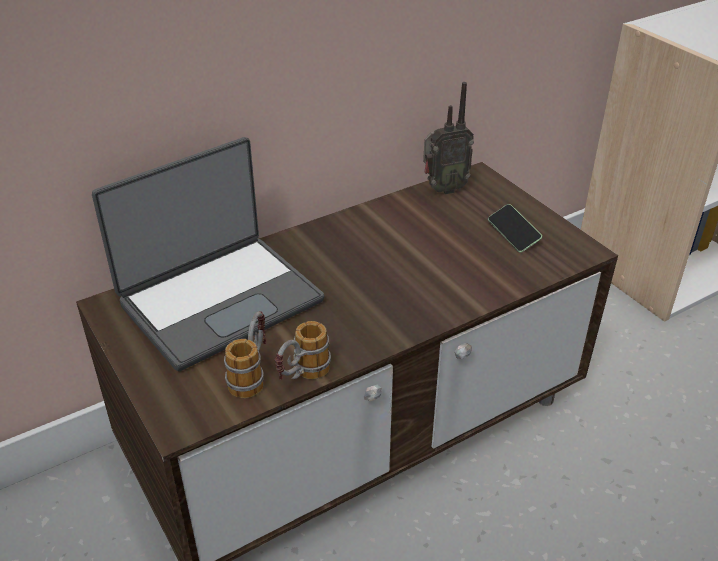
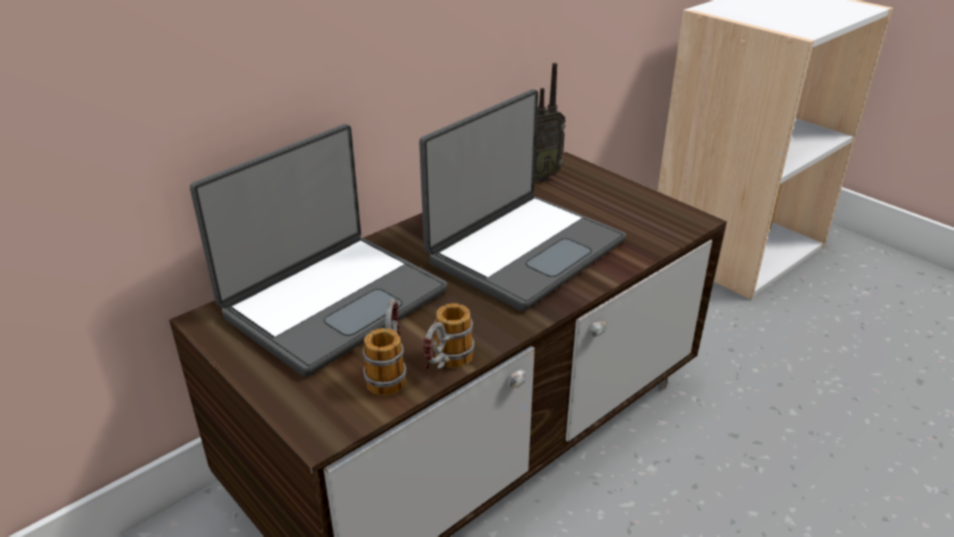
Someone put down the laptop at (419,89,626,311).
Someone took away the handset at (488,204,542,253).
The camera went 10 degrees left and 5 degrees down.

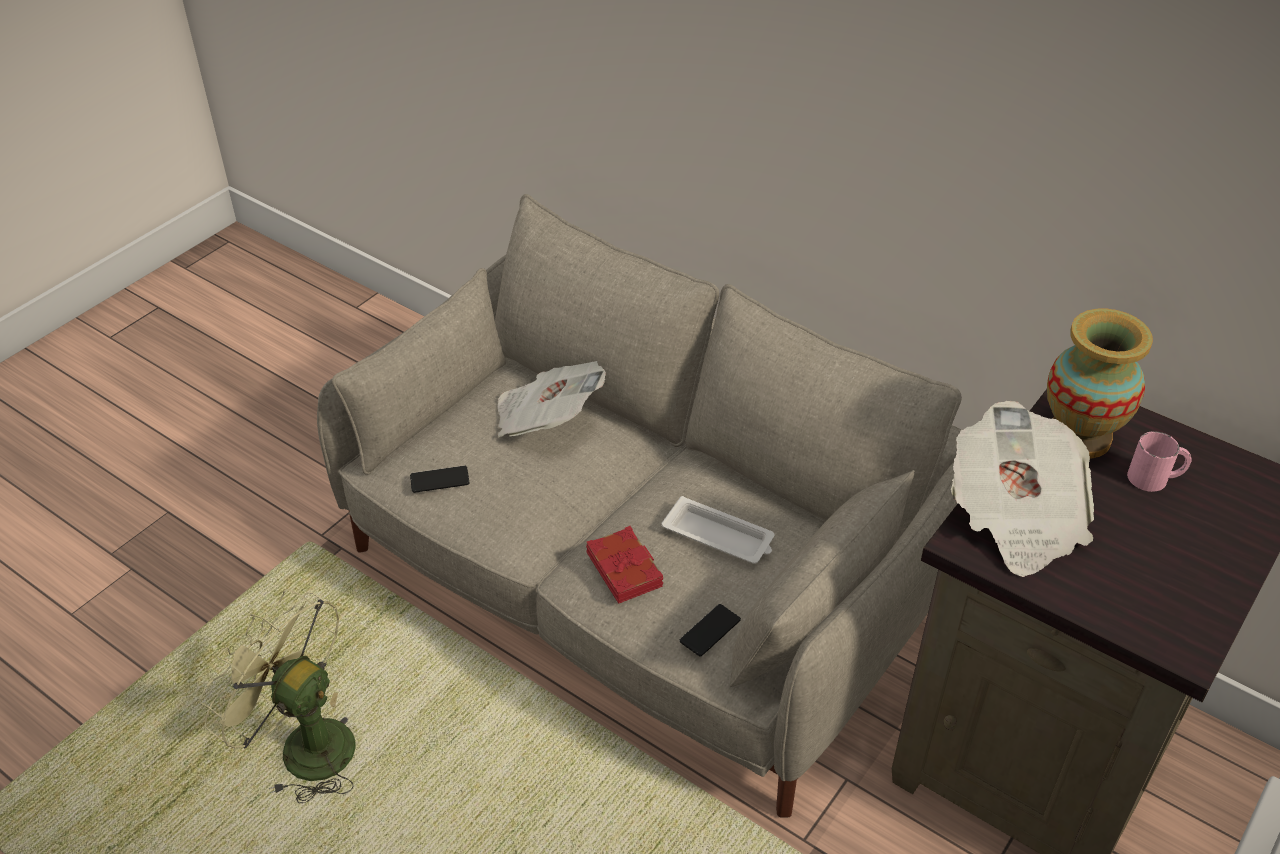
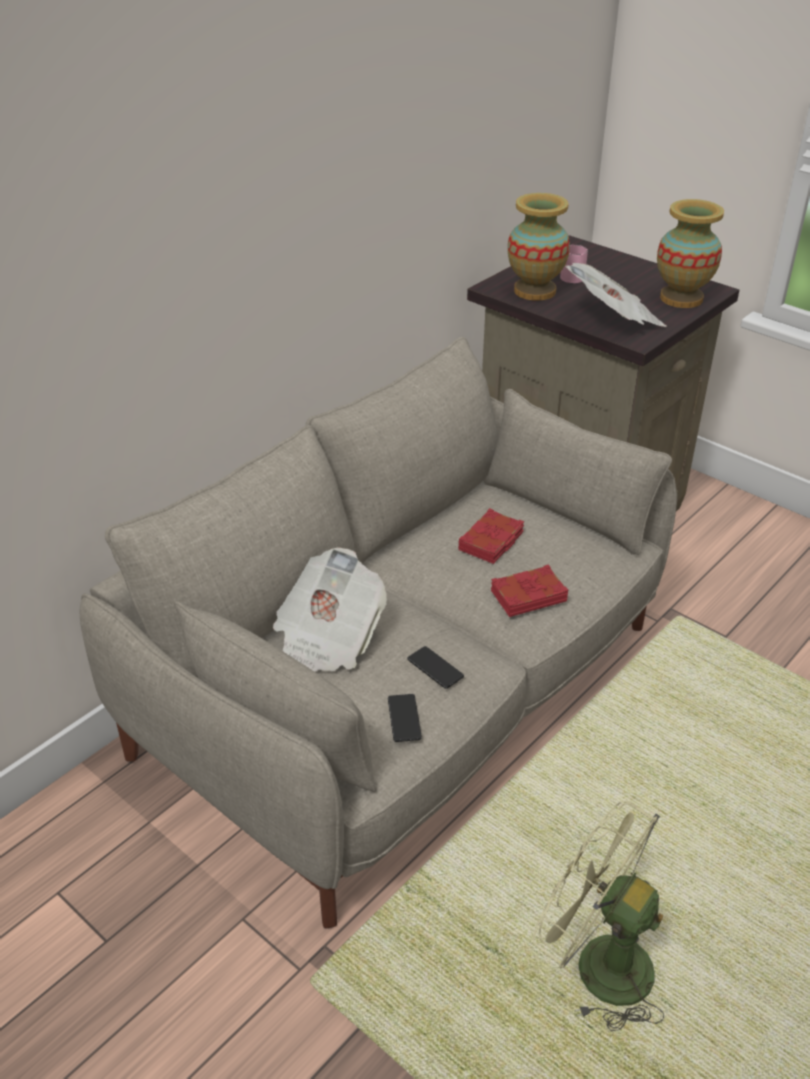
Someone carried the handset from (679,604,741,656) to (407,646,464,689).
Someone swapped the white-coloured carrying tray at (662,496,775,564) for the red-coloured book at (458,508,524,564).
Someone rotated the green electric fan at (199,589,356,804) by 90 degrees clockwise.
Someone put down the vase at (657,199,724,308).
The camera went 85 degrees left and 5 degrees down.

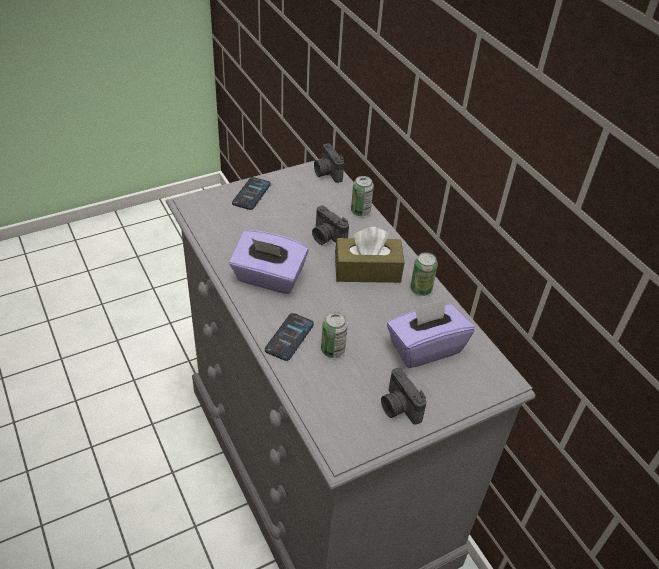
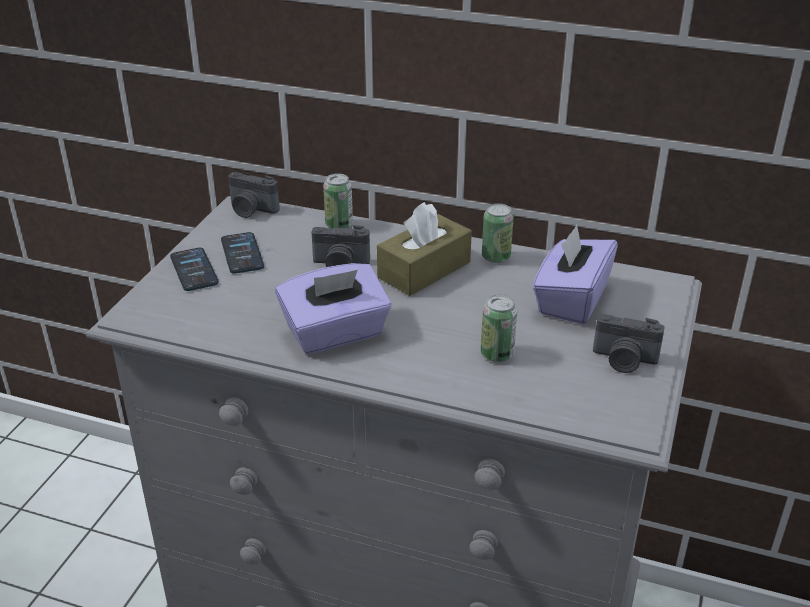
Someone carried the handset from (265,313,314,361) to (221,232,264,274).
The camera went 40 degrees left and 10 degrees down.

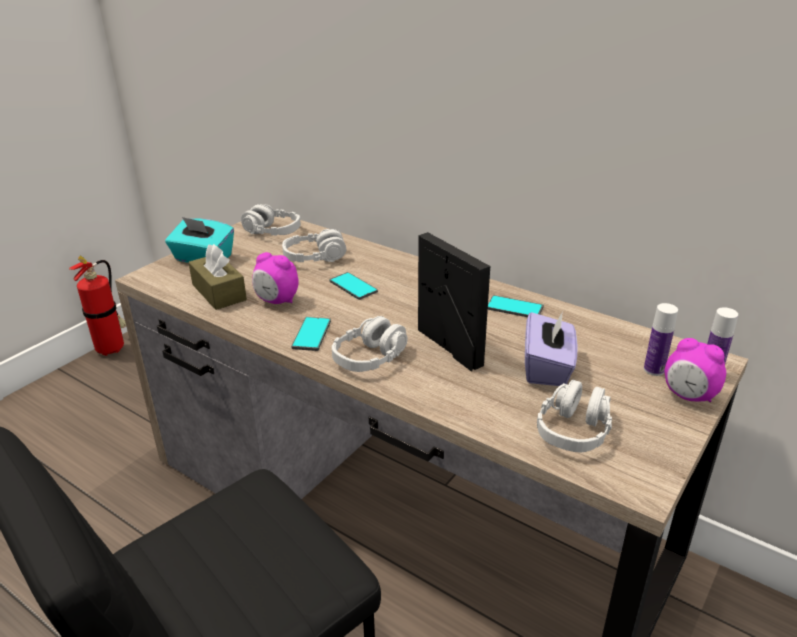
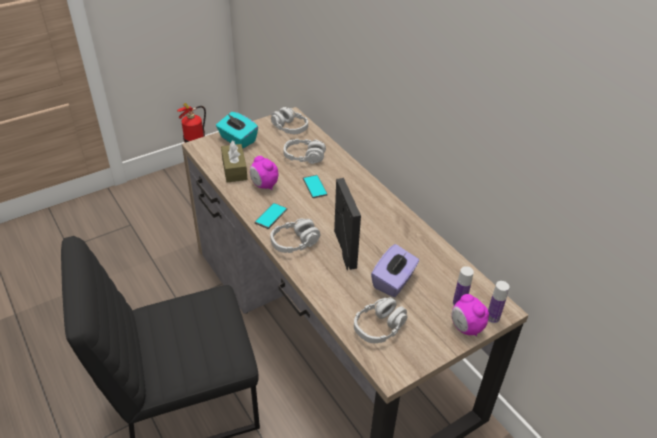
Someone took away the handset at (488,295,544,317).
The camera went 20 degrees right and 10 degrees up.

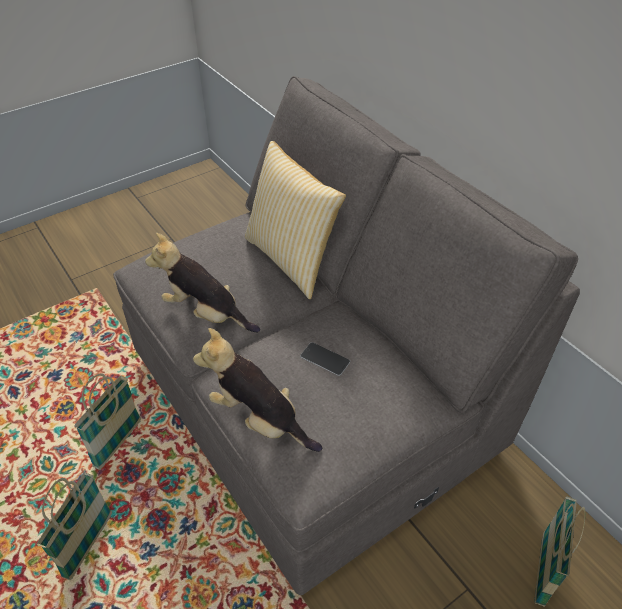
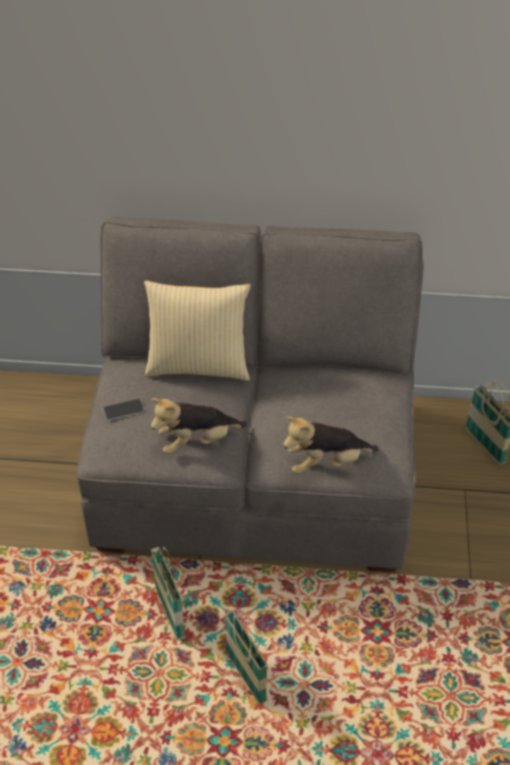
Someone carried the handset from (300,342,350,376) to (103,399,144,420).
The camera went 50 degrees left and 0 degrees up.

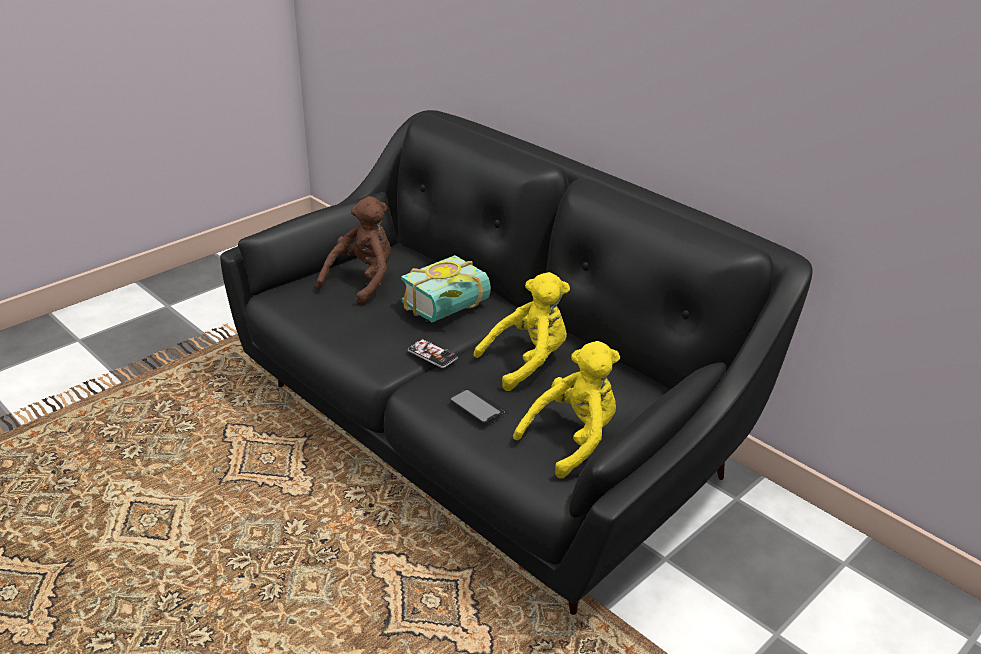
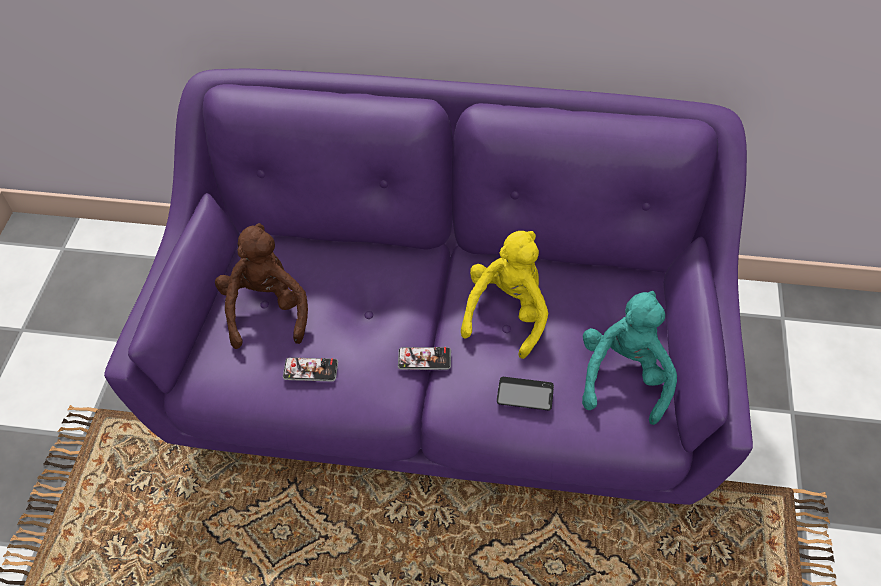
Someone repainted the blackish sofa at (220,110,812,615), which became the purple-coloured sofa at (104,69,753,505).
Someone put down the handset at (283,357,338,381).
Someone repainted the yellow plush toy at (513,341,620,478), which became the blue-green plush toy at (582,291,677,425).
Someone took away the book at (401,255,491,322).
The camera went 35 degrees left and 20 degrees up.

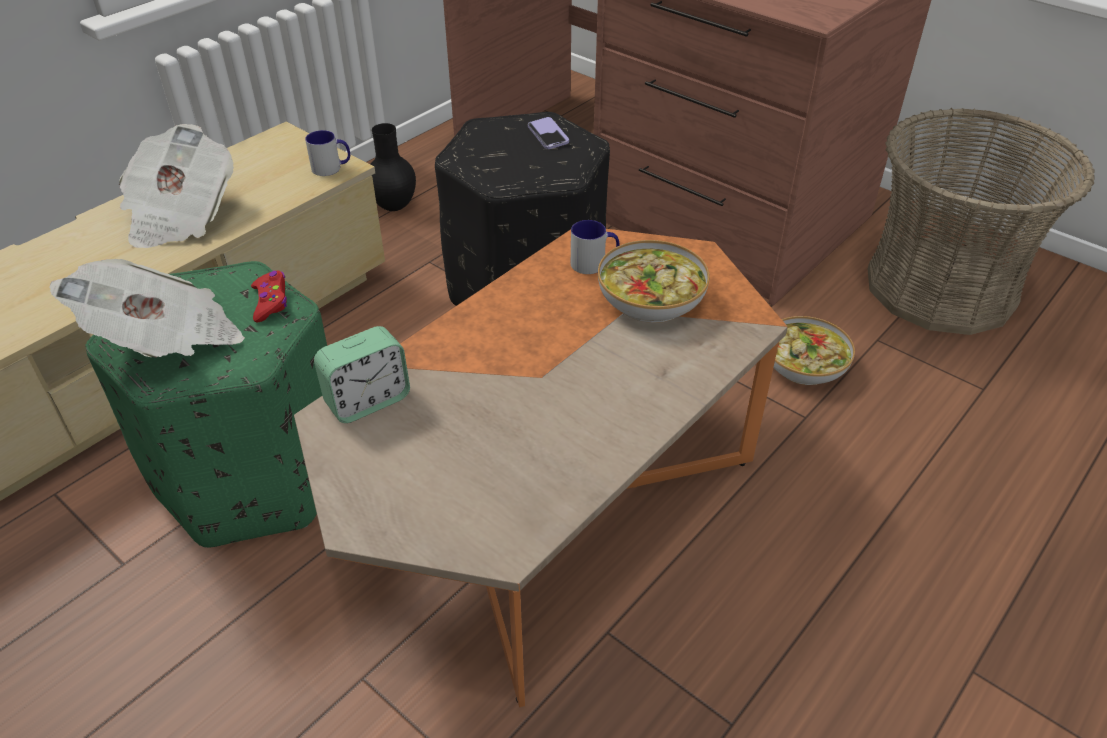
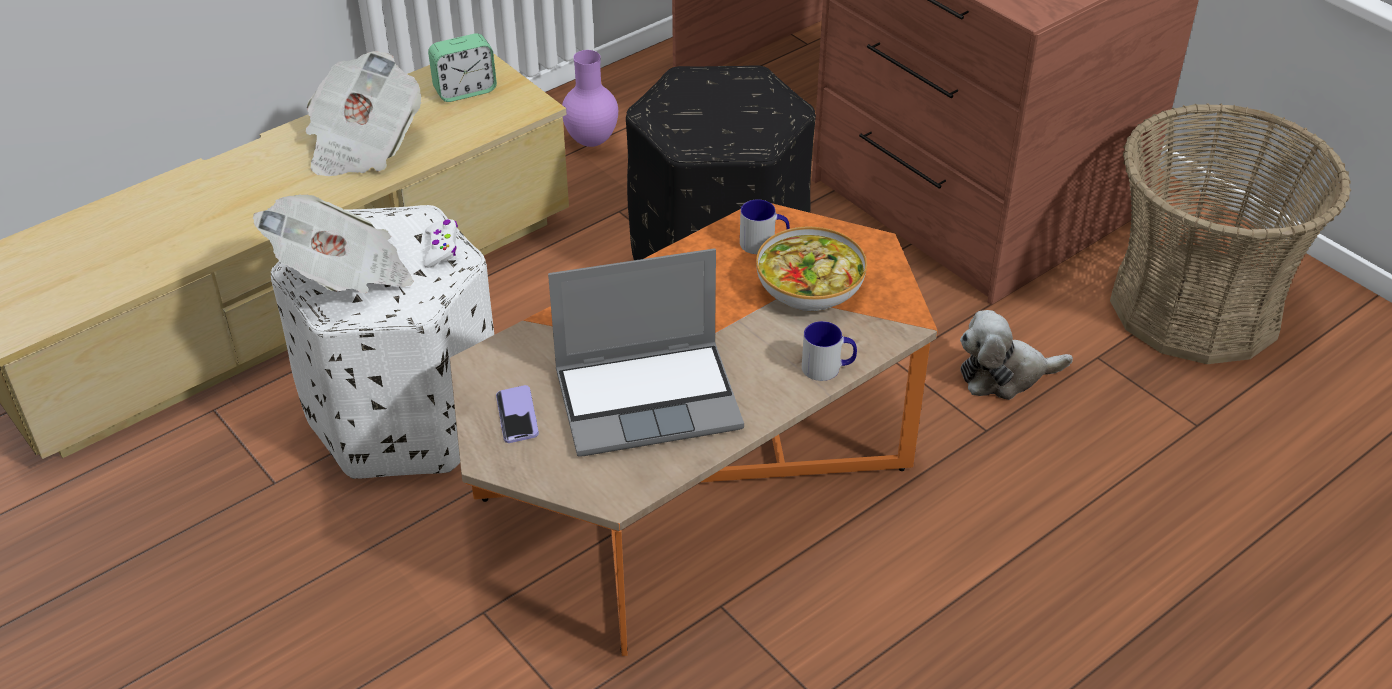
Someone repainted the green ottoman at (85,261,327,548), which became the white-coloured ottoman at (271,205,494,479).
Someone repainted the red-coloured game controller at (251,271,287,322), which became the white-coloured game controller at (423,219,458,268).
Someone carried the bedside clock from (314,326,410,423) to (428,33,497,102).
Someone carried the handset from (528,117,569,149) to (496,385,539,443).
Someone put down the laptop at (548,248,744,457).
Someone repainted the blackish vase at (370,123,416,211), which became the purple-coloured vase at (562,50,618,147).
Someone carried the tea mug from (305,130,350,176) to (802,321,857,381).
Someone swapped the serving bowl at (773,316,855,385) for the plush toy at (960,310,1073,400).
The camera went 10 degrees right and 0 degrees up.

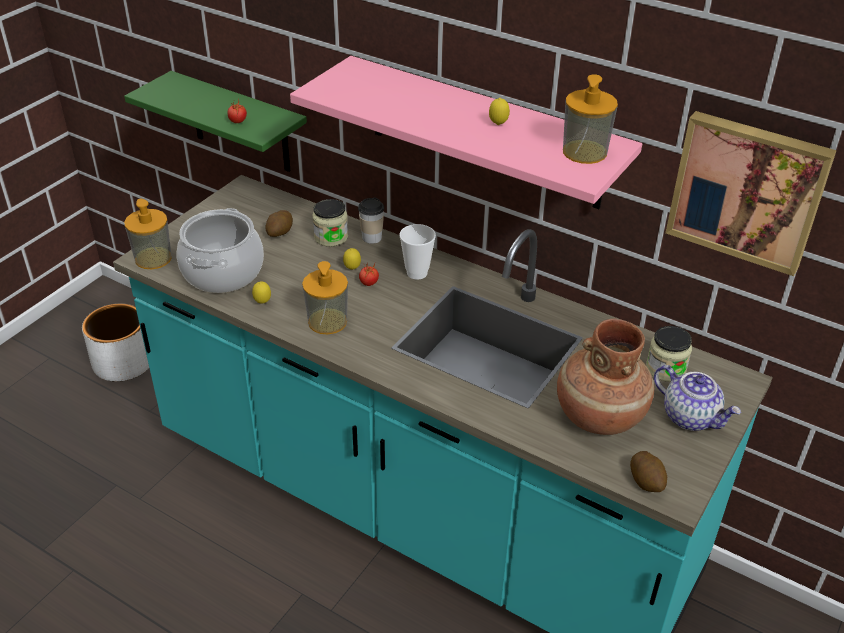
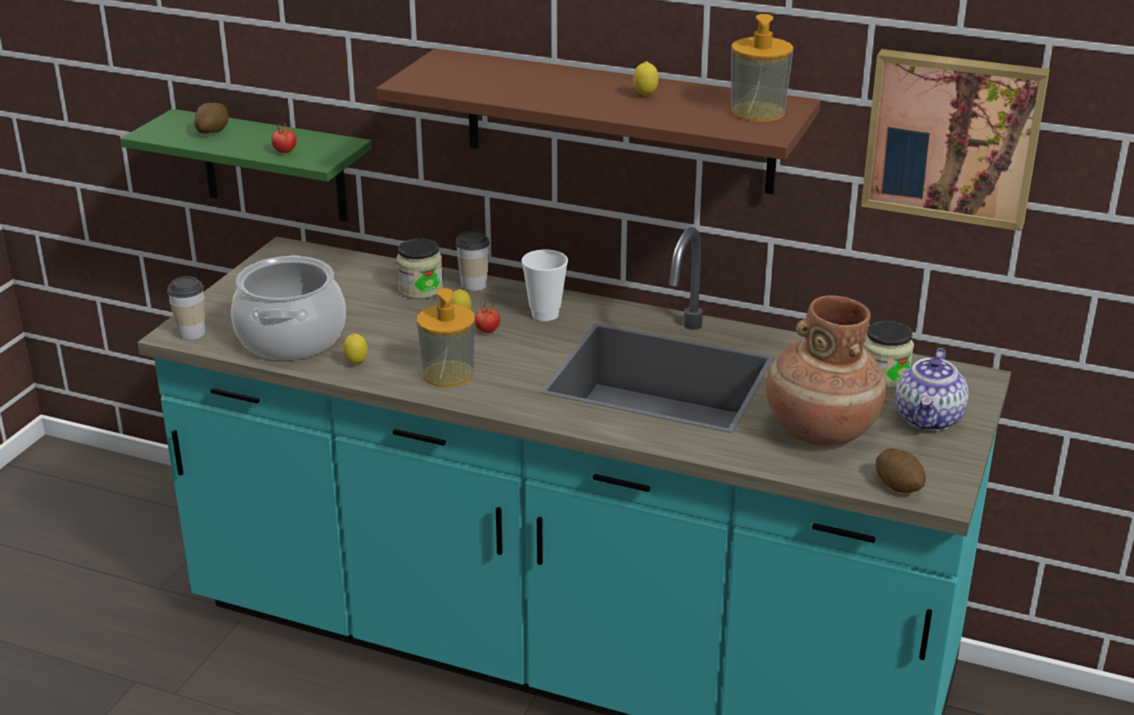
Someone swapped the liquid soap bottle at (124,199,172,269) for the cup at (167,276,205,340).
Someone carried the whole potato from (265,210,293,237) to (194,103,228,134).
Someone repainted the pinkish wall shelf at (290,56,642,209), which became the brownish wall shelf at (376,49,821,194).
Someone rotated the tea pot at (654,365,741,431) by 75 degrees clockwise.
Someone took away the white-coloured flower pot at (82,303,149,382).
The camera went 10 degrees left and 10 degrees down.

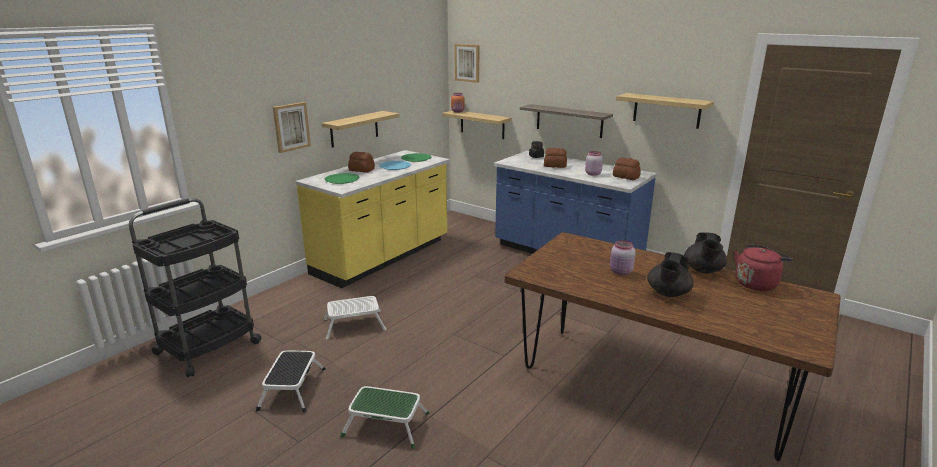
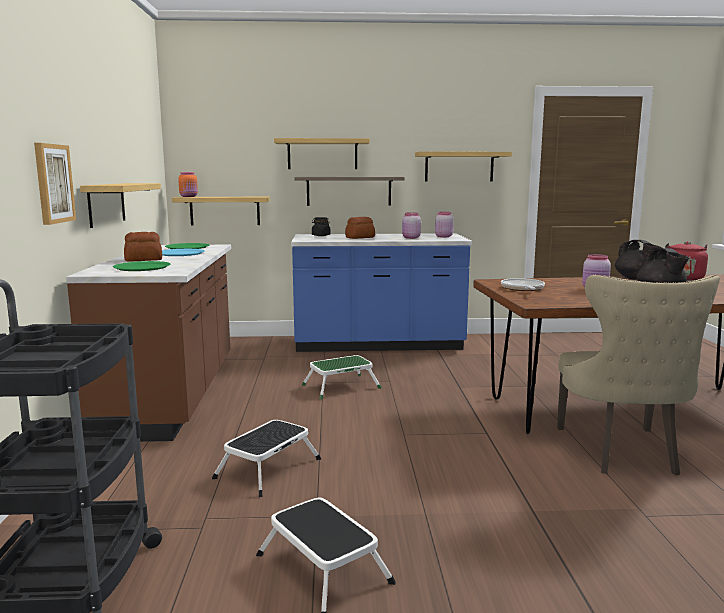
Someone repainted the yellow counter at (296,150,450,288), which became the brownish counter at (66,245,231,442).
Someone repainted the white-coloured step stool at (324,296,387,339), which became the blackish step stool at (212,420,321,497).
Someone put up the wall shelf at (274,138,370,169).
Someone carried the green step stool from (340,386,430,449) to (302,355,382,400).
Someone swapped the bakery bread at (613,158,641,180) for the pinkish storage jar at (435,212,454,237).
Someone put down the pan at (501,278,545,291).
Someone put down the sand-coloured chair at (557,275,720,475).
Someone took away the wall art at (454,44,479,83).
The camera went 40 degrees left and 10 degrees down.

